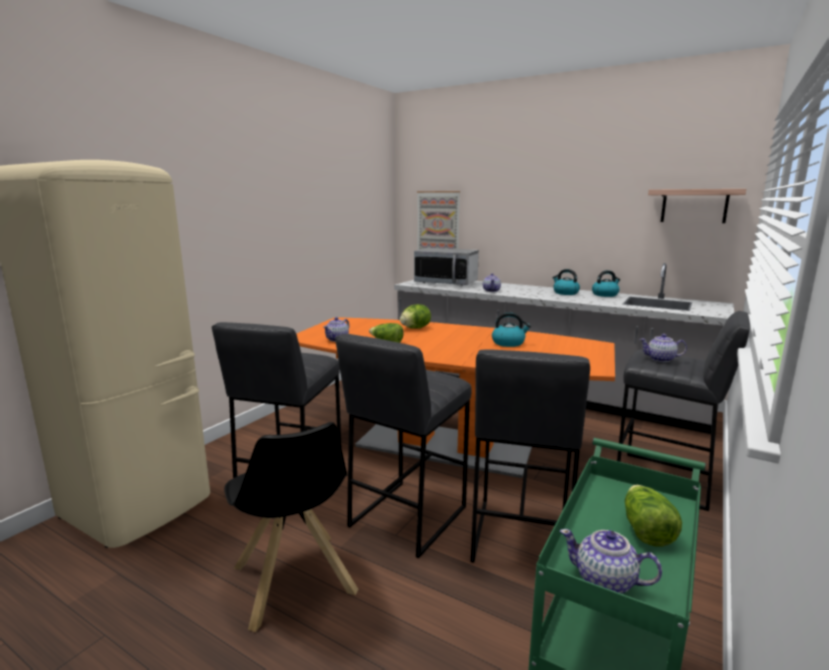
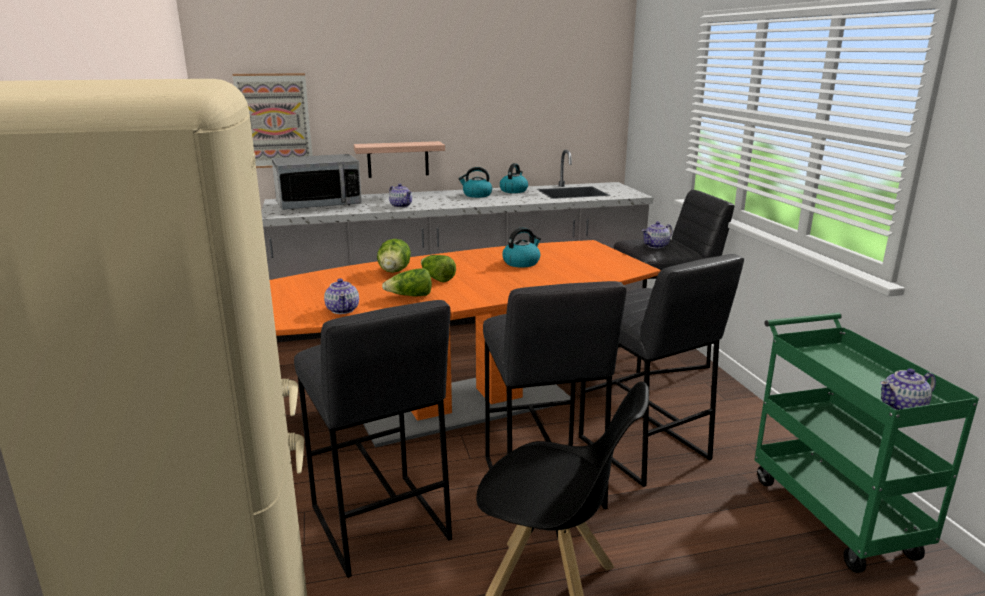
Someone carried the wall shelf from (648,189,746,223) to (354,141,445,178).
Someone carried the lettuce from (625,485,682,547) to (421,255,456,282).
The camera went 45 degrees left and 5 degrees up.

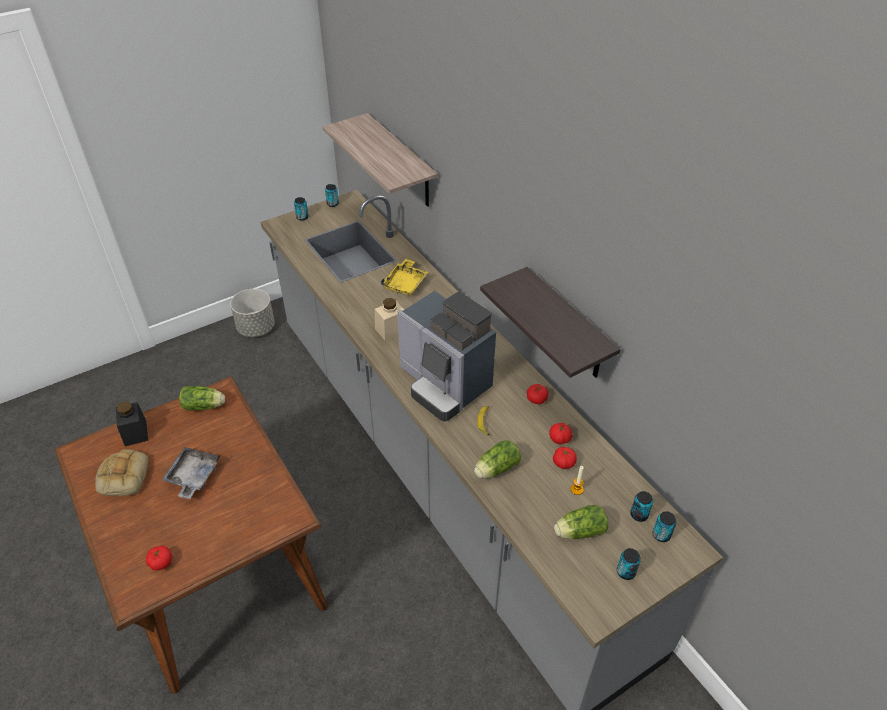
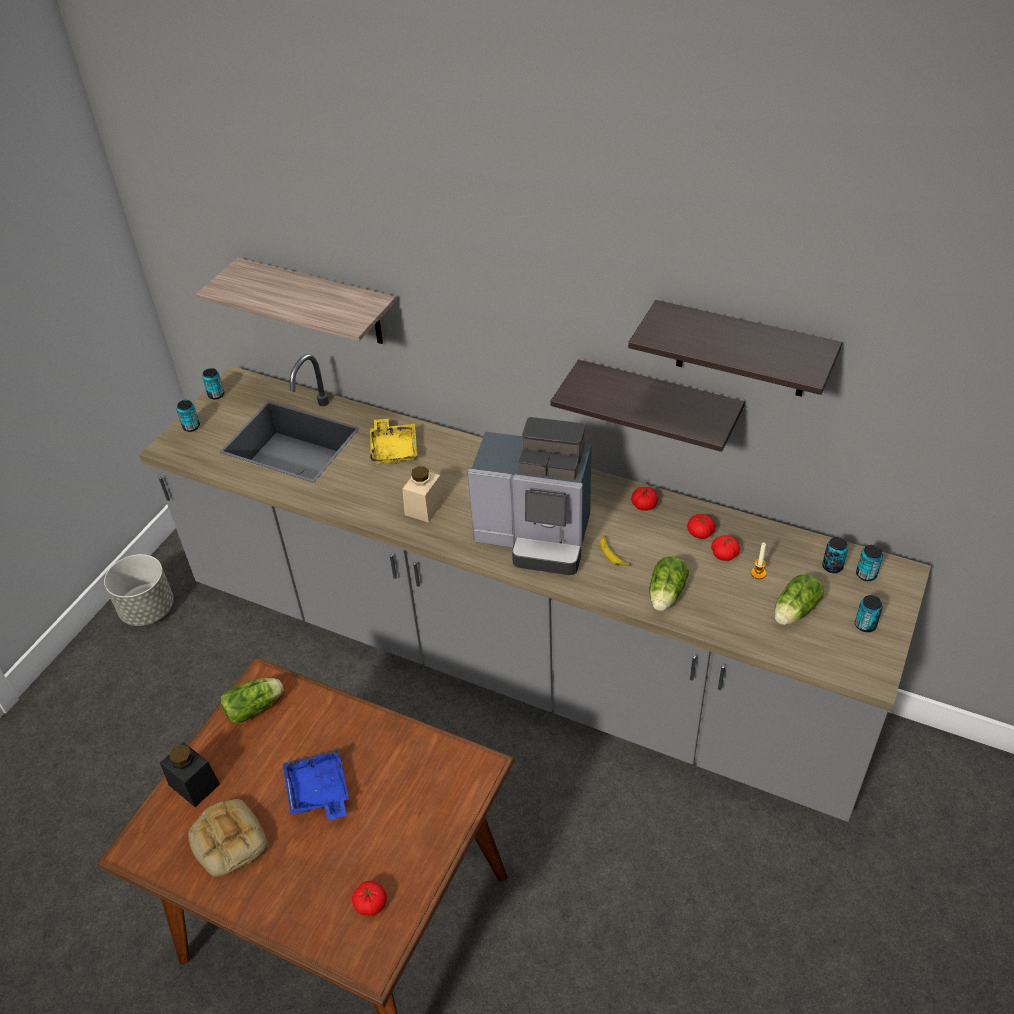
Someone repainted the grey carrying tray at (162,447,220,499), which became the blue-coloured carrying tray at (283,748,349,820).
Someone put up the wall shelf at (628,300,842,396).
The camera went 30 degrees left and 0 degrees up.

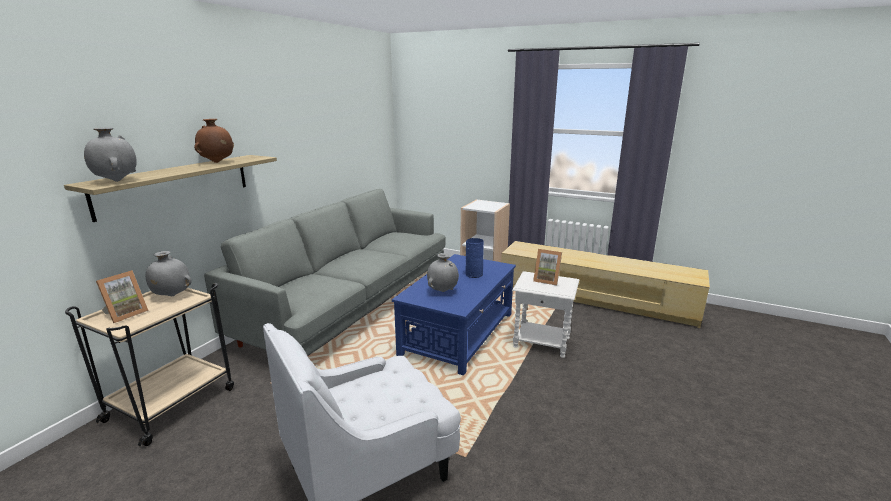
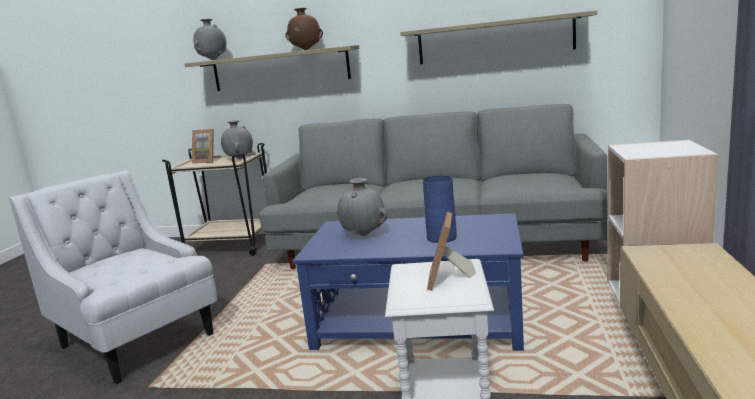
Someone put up the wall shelf at (400,10,597,64).
The camera went 75 degrees right and 5 degrees down.

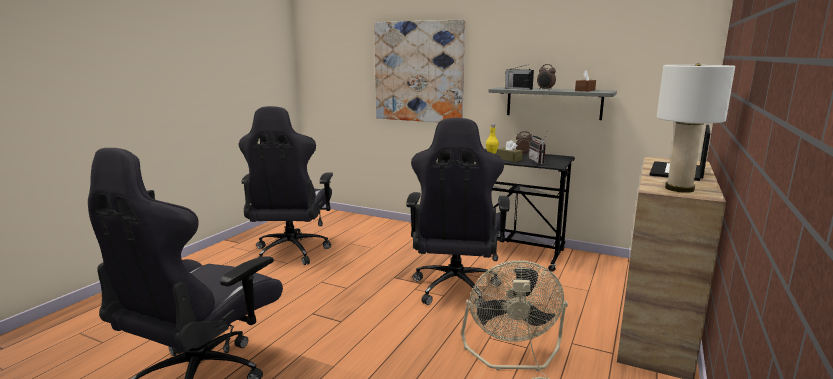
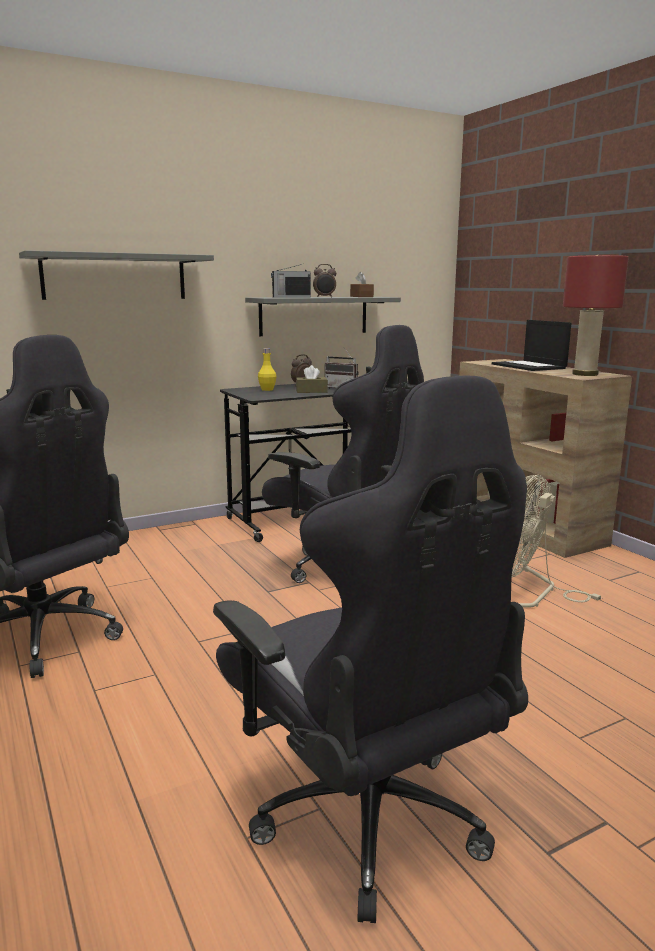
Someone swapped the wall art at (374,19,465,123) for the grey wall shelf at (19,250,214,300).
Someone repainted the white-coloured tabletop lamp at (657,63,735,193), which became the red-coloured tabletop lamp at (563,255,629,376).
The camera went 55 degrees left and 0 degrees up.

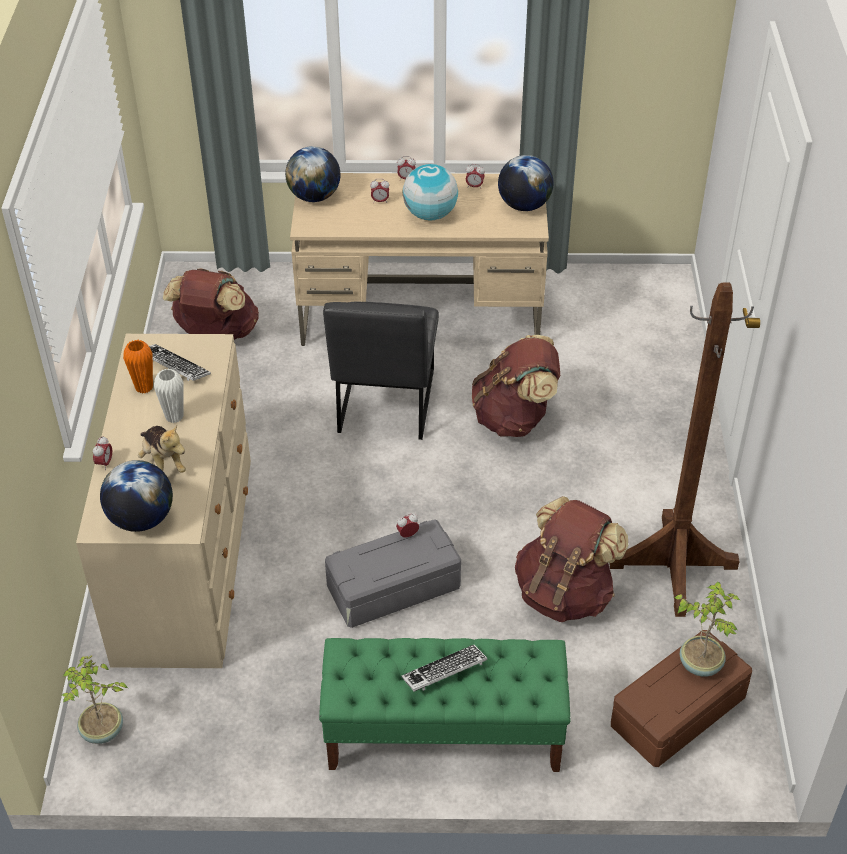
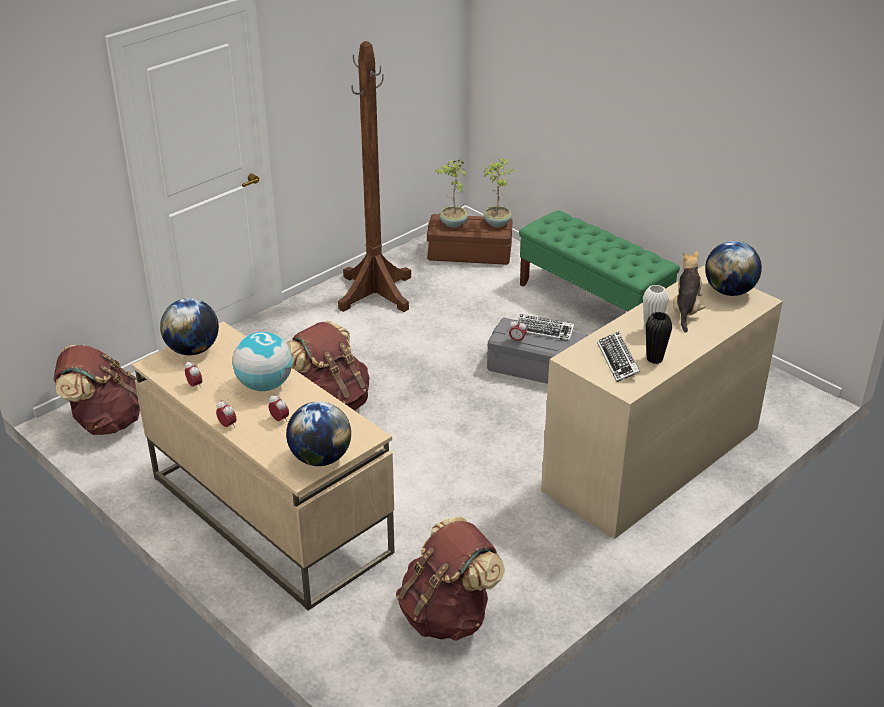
Someone carried the brownish backpack from (515,496,628,622) to (54,345,140,435).
Someone carried the houseplant from (62,655,128,744) to (483,159,517,227).
Someone carried the PC keyboard from (401,645,487,692) to (517,314,574,341).
Someone repainted the orange vase at (123,340,153,394), which became the blackish vase at (646,312,672,364).
Someone took away the bedside clock at (93,437,112,470).
Someone took away the grey chair at (323,302,439,440).
The camera went 135 degrees left and 10 degrees down.

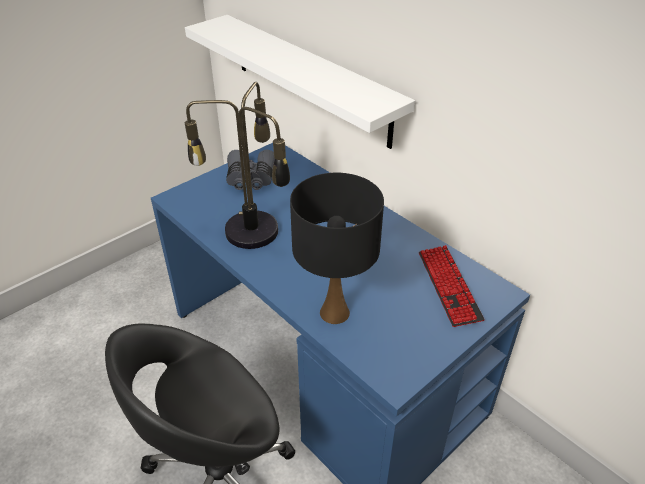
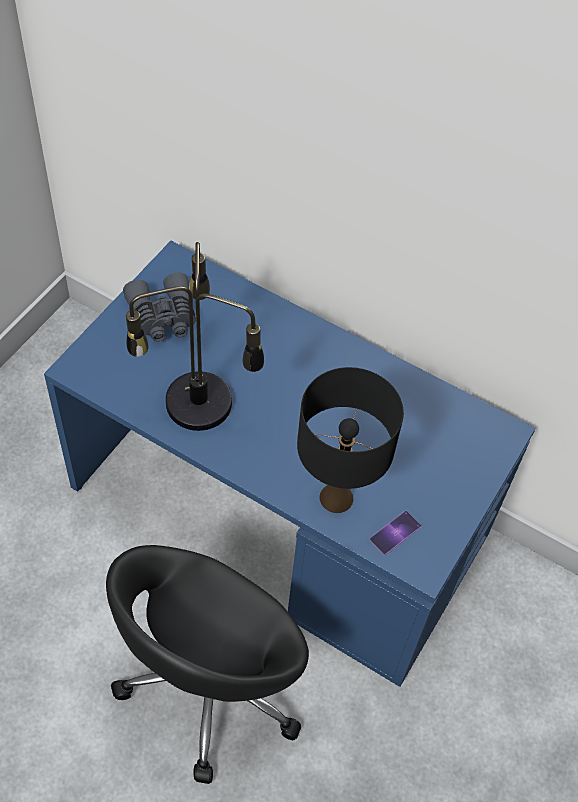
Someone put down the handset at (369,511,421,555).
Someone took away the white-coloured wall shelf at (185,15,415,149).
Someone took away the PC keyboard at (419,245,485,327).
The camera went 20 degrees left and 15 degrees up.

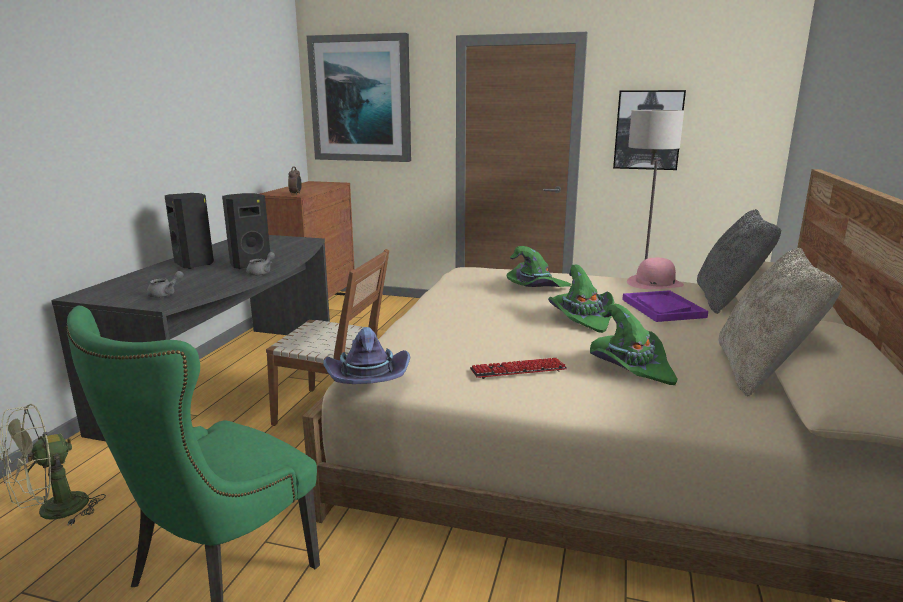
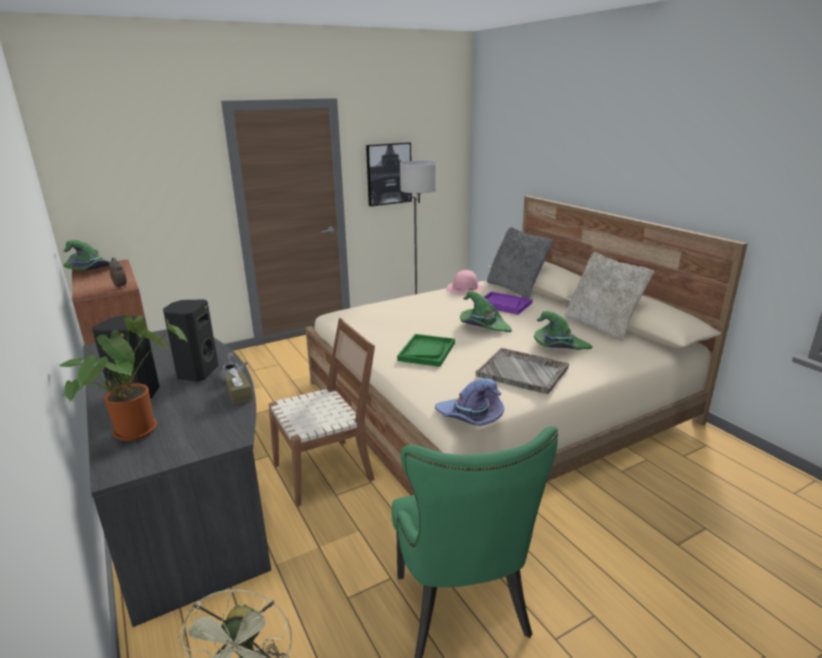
Someone put down the houseplant at (59,315,188,441).
Someone carried the green clothing hat from (507,246,571,287) to (64,240,120,270).
Someone put down the brownish tissue holder at (225,368,253,405).
Someone put down the green carrying tray at (397,334,455,367).
Someone swapped the PC keyboard at (470,358,567,379) for the grey carrying tray at (476,348,569,394).
Someone took away the grey tea pot at (147,271,184,298).
Someone took away the wall art at (307,33,411,162).
The camera went 45 degrees left and 5 degrees up.

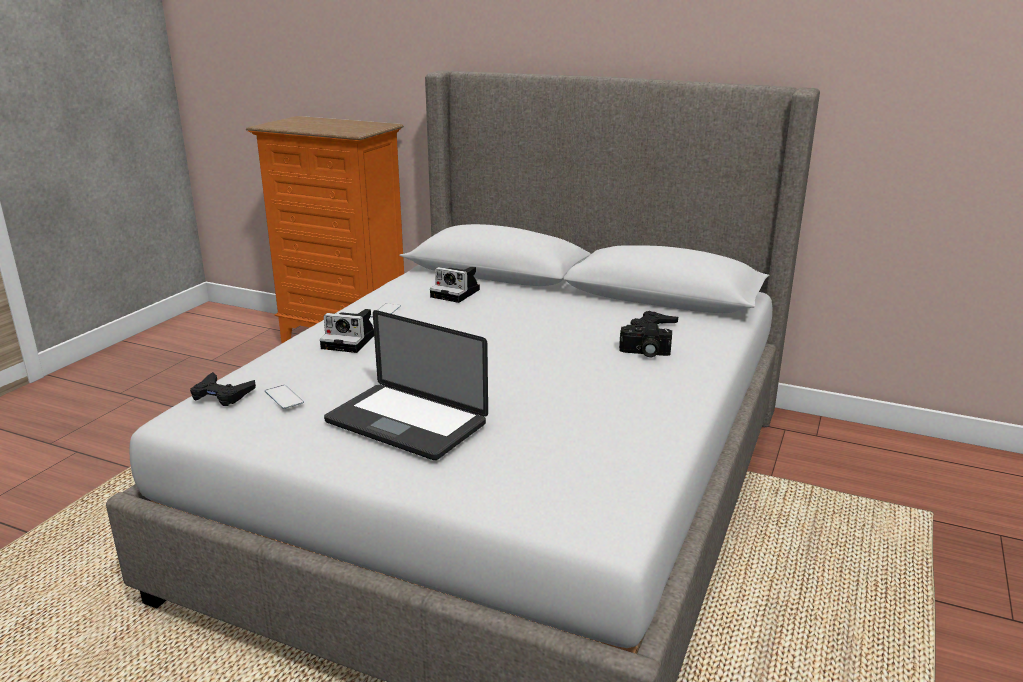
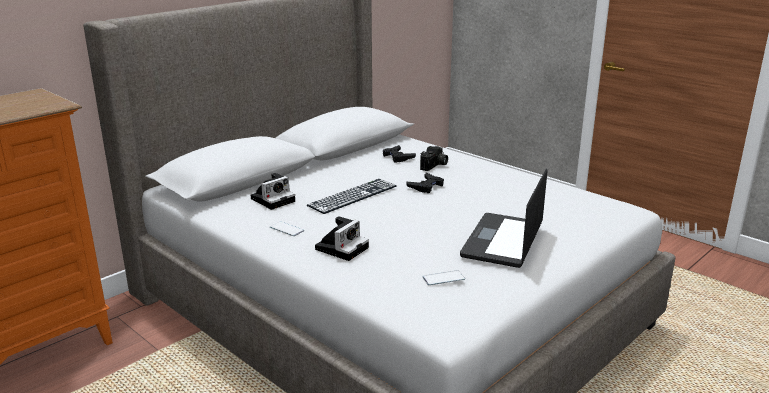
Someone put down the PC keyboard at (307,179,397,214).
Someone carried the blackish game controller from (190,372,256,406) to (406,173,444,193).
Someone rotated the laptop at (324,310,488,460) by 150 degrees clockwise.
The camera went 70 degrees left and 0 degrees up.

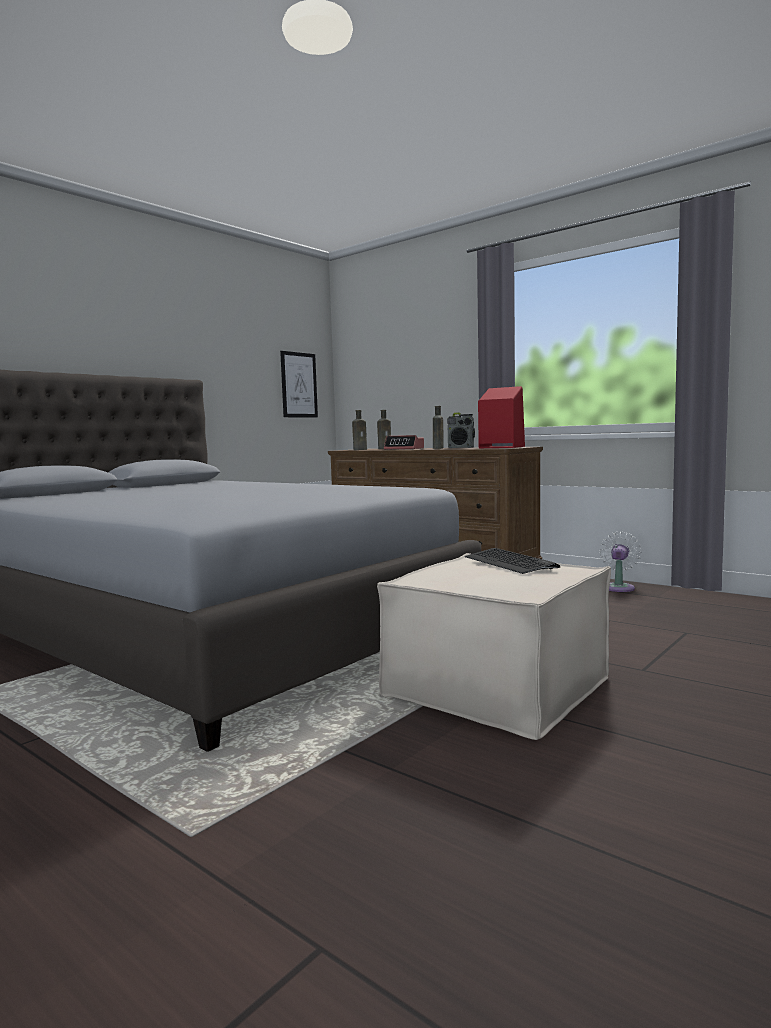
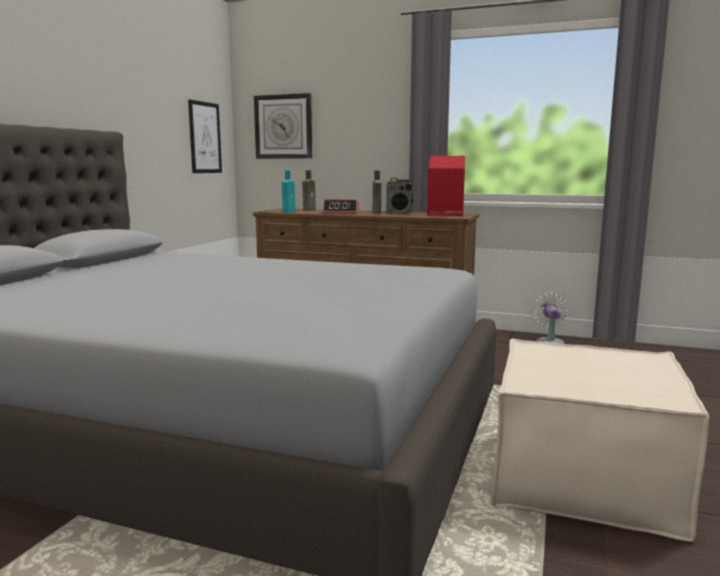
Someone put up the clock on the wall at (254,93,312,159).
Someone repainted the brownish beverage bottle at (352,410,367,450), which became the blue-green beverage bottle at (282,170,296,212).
Someone took away the PC keyboard at (465,548,560,574).
The camera went 20 degrees left and 5 degrees up.

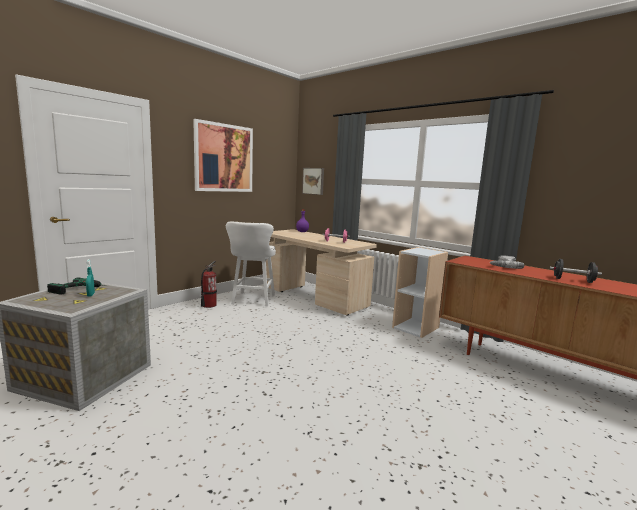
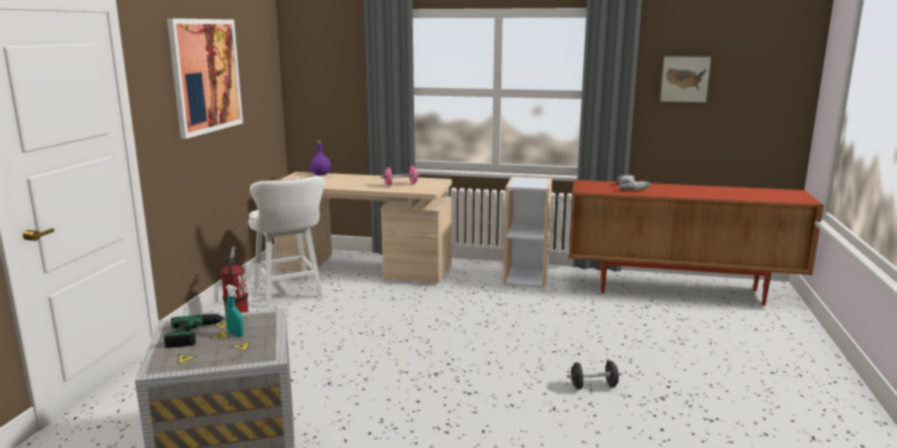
Someone carried the blackish free weight from (550,259,602,283) to (567,361,622,389).
Someone carried the wall art from (302,168,324,195) to (659,55,712,103).
The camera went 30 degrees left and 5 degrees up.

